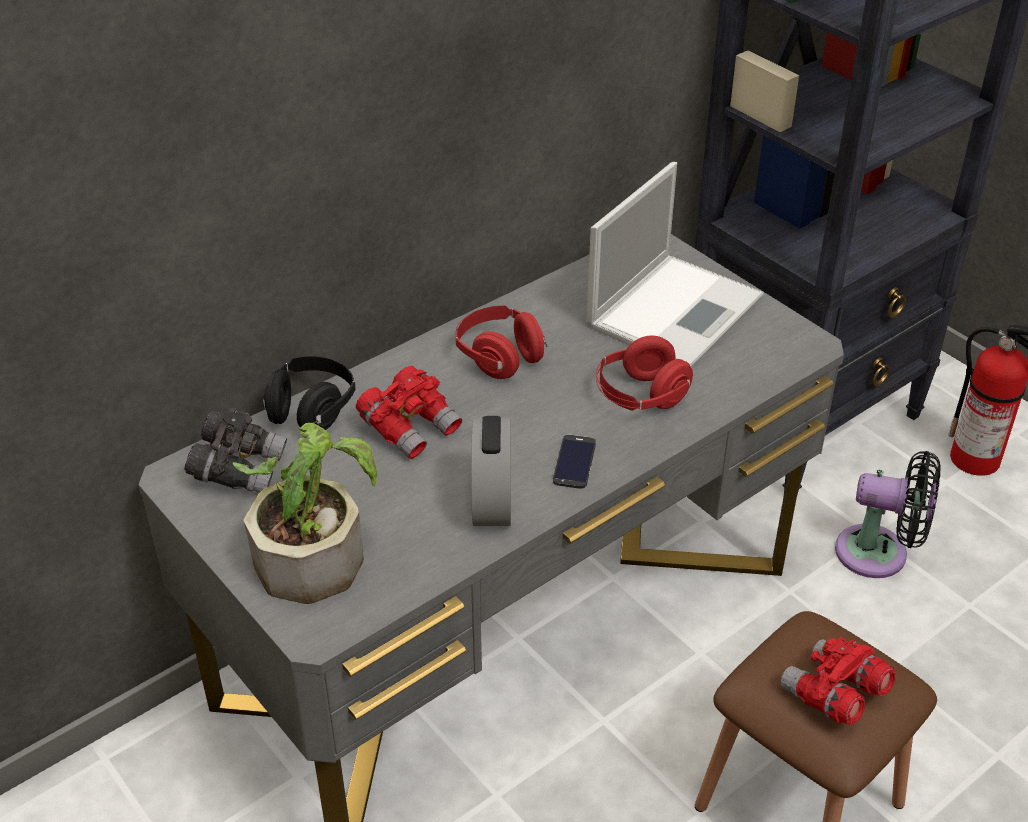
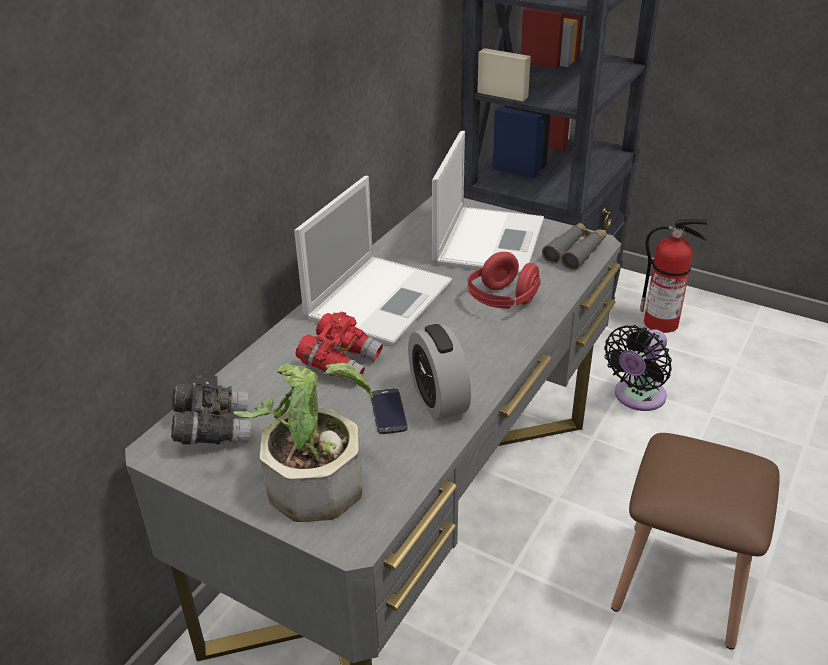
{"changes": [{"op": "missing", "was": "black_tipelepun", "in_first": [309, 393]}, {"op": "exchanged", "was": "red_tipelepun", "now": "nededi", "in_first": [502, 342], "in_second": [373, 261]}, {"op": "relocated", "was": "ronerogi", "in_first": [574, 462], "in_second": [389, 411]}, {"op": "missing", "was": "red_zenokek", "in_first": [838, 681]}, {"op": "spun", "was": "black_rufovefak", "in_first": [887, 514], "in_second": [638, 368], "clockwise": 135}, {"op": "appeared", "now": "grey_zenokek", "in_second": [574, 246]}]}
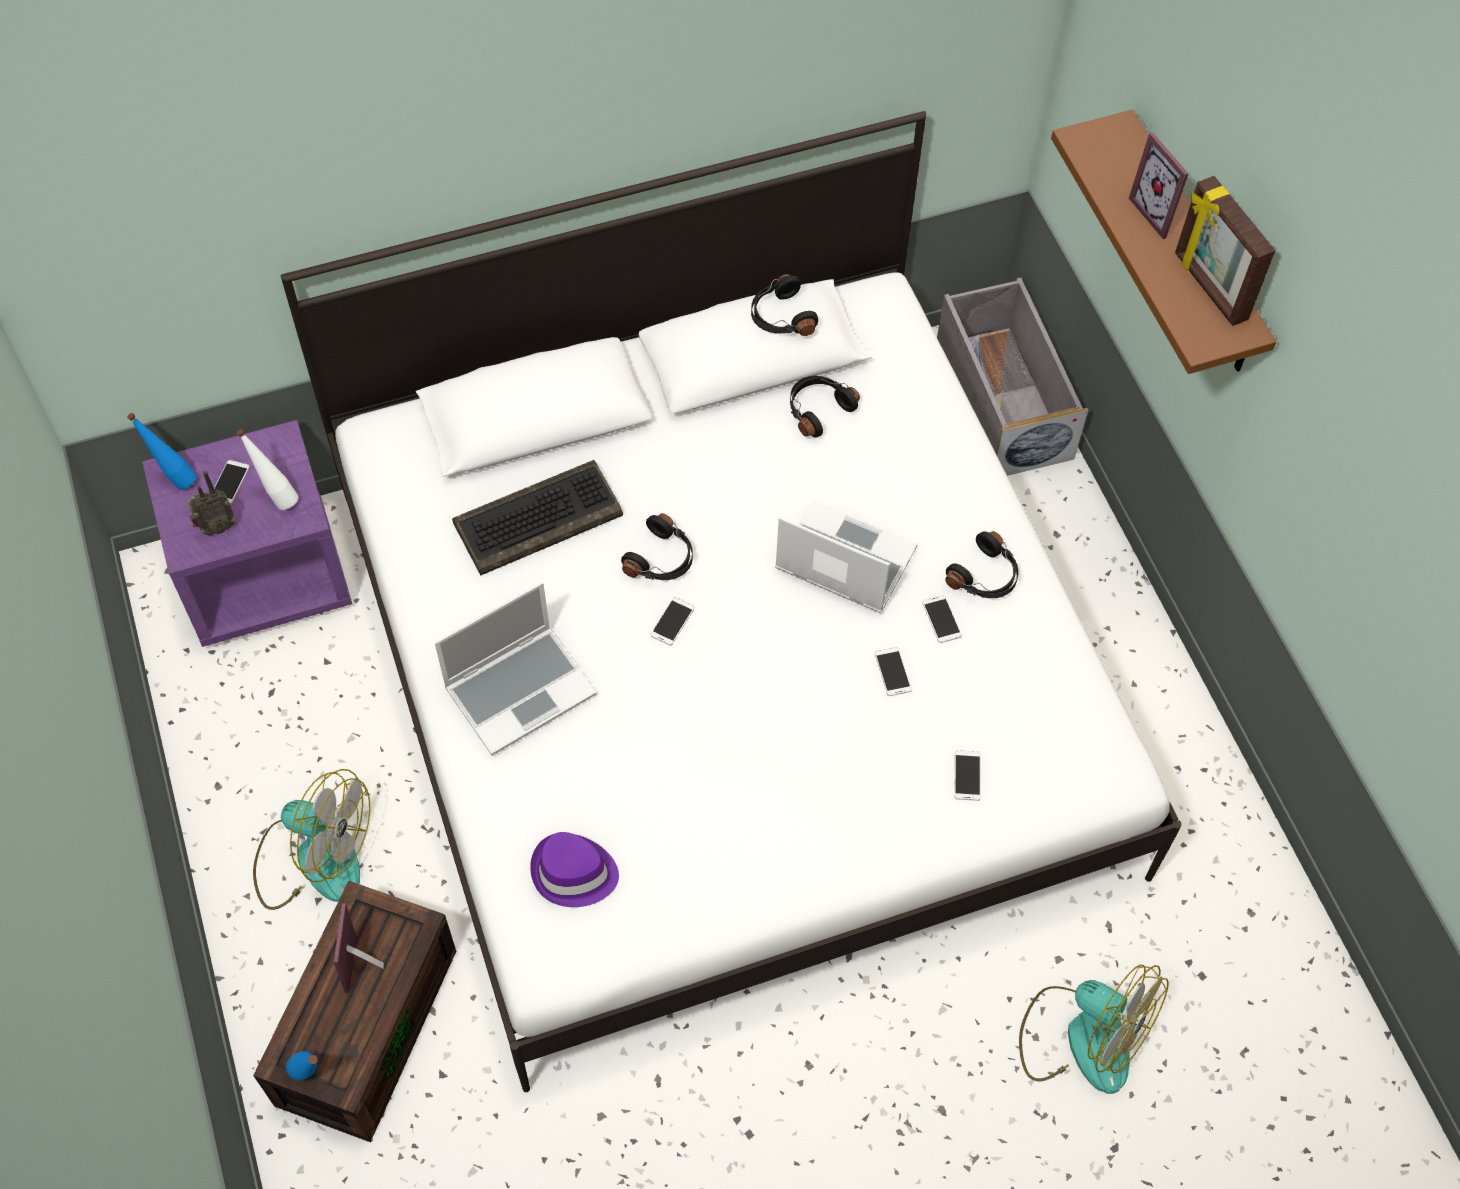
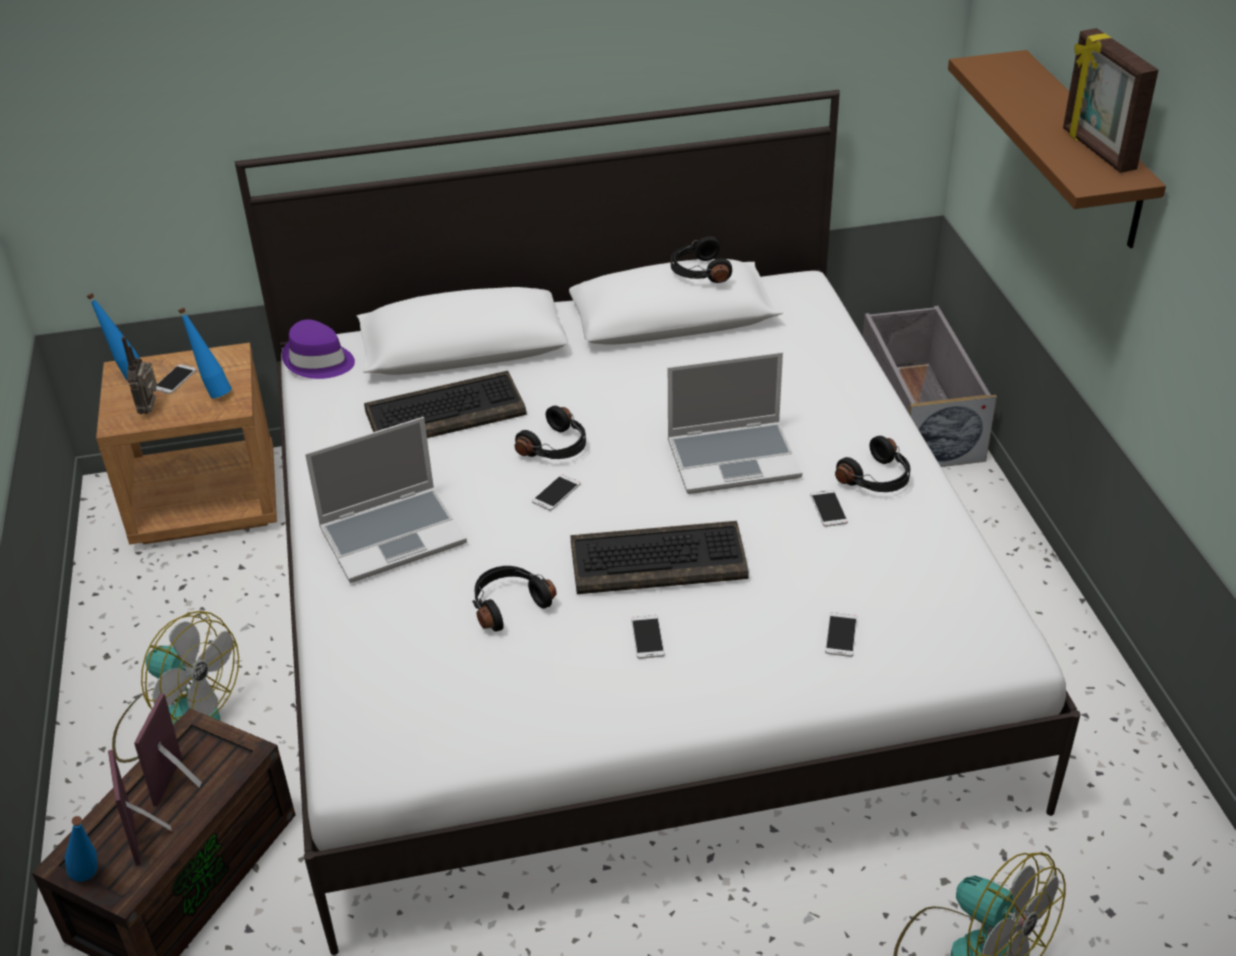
{"changes": [{"op": "colour", "was": "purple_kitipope", "now": "brown_kitipope", "in_first": [247, 533], "in_second": [186, 444]}, {"op": "spun", "was": "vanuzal", "in_first": [211, 503], "in_second": [139, 375], "clockwise": 105}, {"op": "colour", "was": "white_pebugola", "now": "blue_pebugola", "in_first": [267, 469], "in_second": [205, 353]}, {"op": "relocated", "was": "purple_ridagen", "in_first": [574, 869], "in_second": [318, 349]}, {"op": "spun", "was": "nededi", "in_first": [846, 556], "in_second": [735, 423], "clockwise": 135}, {"op": "relocated", "was": "black_tipelepun", "in_first": [825, 407], "in_second": [514, 599]}, {"op": "relocated", "was": "ronerogi", "in_first": [893, 671], "in_second": [648, 637]}, {"op": "relocated", "was": "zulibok", "in_first": [1158, 185], "in_second": [140, 808]}, {"op": "appeared", "now": "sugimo", "in_second": [660, 557]}]}
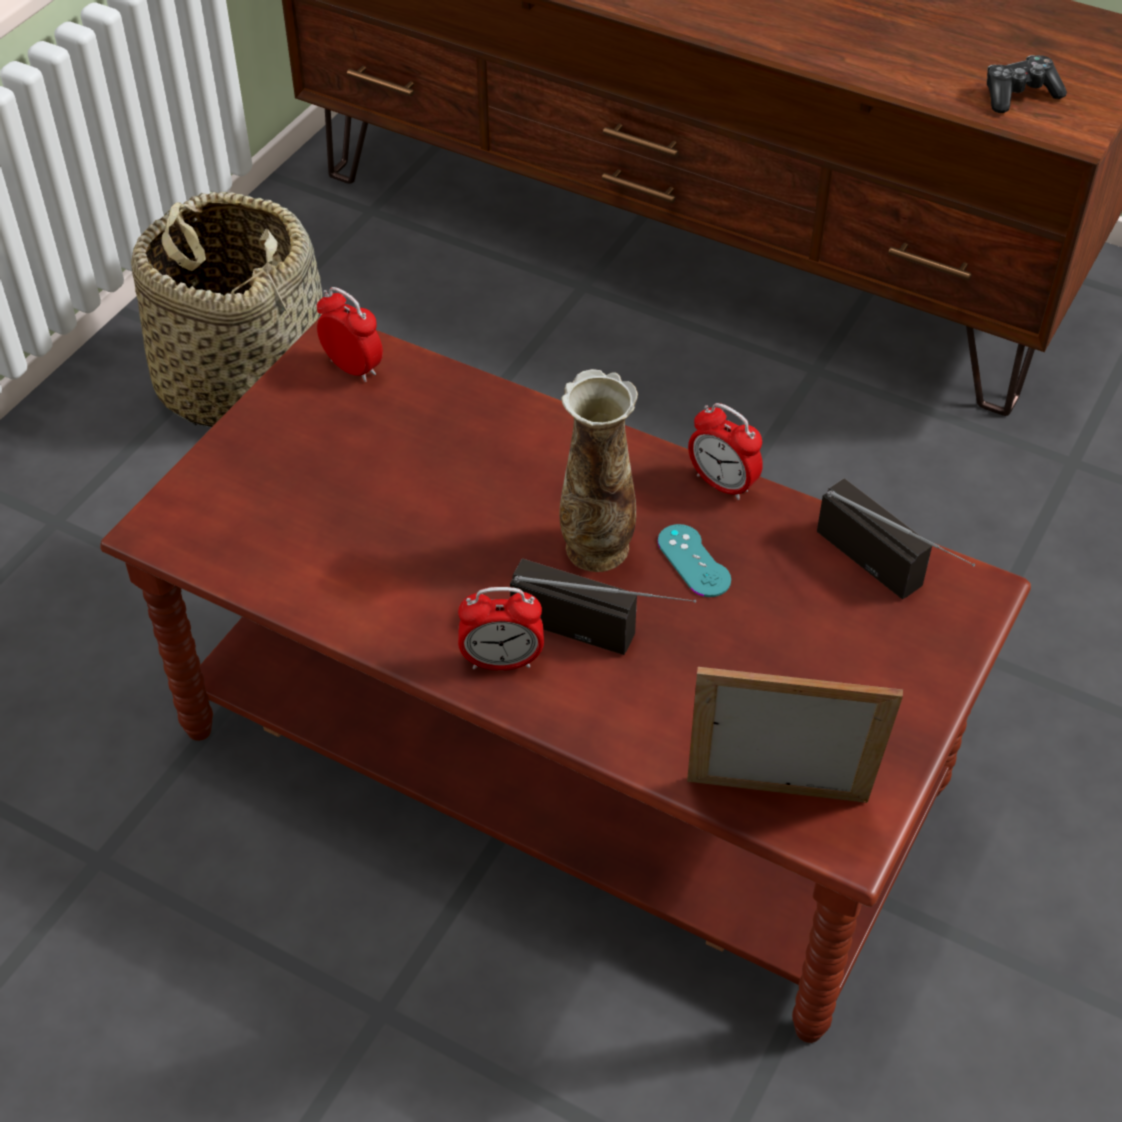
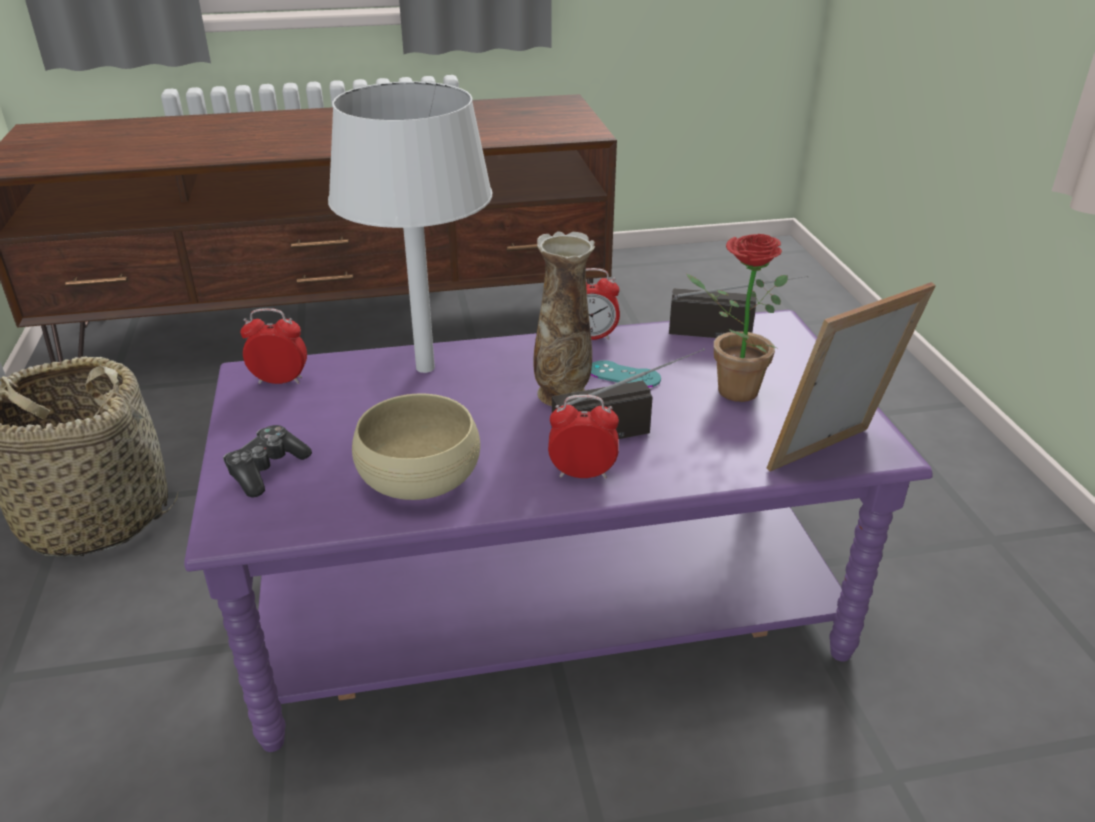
{"changes": [{"op": "colour", "was": "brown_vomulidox", "now": "purple_vomulidox", "in_first": [565, 680], "in_second": [558, 531]}, {"op": "spun", "was": "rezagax", "in_first": [501, 628], "in_second": [583, 437], "clockwise": -135}, {"op": "relocated", "was": "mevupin", "in_first": [1027, 84], "in_second": [267, 461]}, {"op": "appeared", "now": "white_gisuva", "in_second": [410, 227]}, {"op": "appeared", "now": "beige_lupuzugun", "in_second": [416, 447]}, {"op": "appeared", "now": "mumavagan", "in_second": [737, 318]}]}
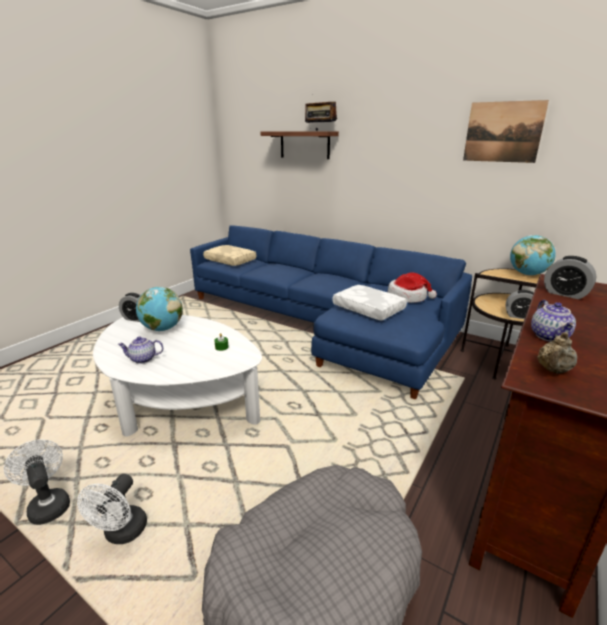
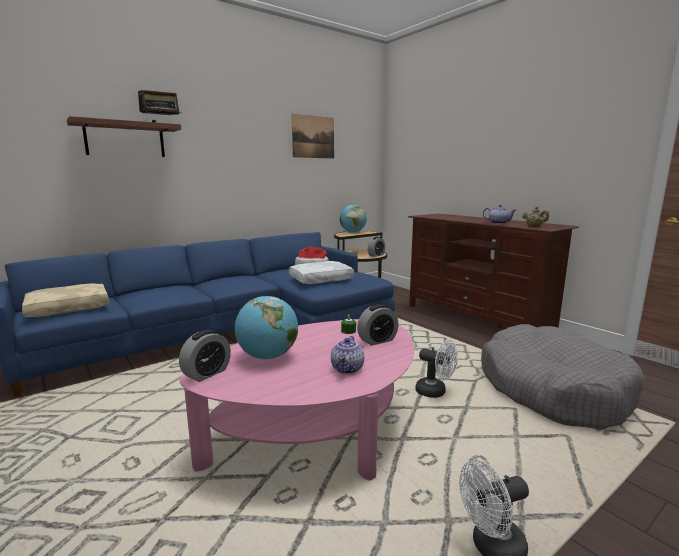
{"changes": [{"op": "relocated", "was": "white_rufovefak", "in_first": [112, 509], "in_second": [437, 369]}, {"op": "colour", "was": "white_vomulidox", "now": "pink_vomulidox", "in_first": [177, 376], "in_second": [297, 400]}, {"op": "relocated", "was": "rezagax", "in_first": [570, 277], "in_second": [378, 325]}]}
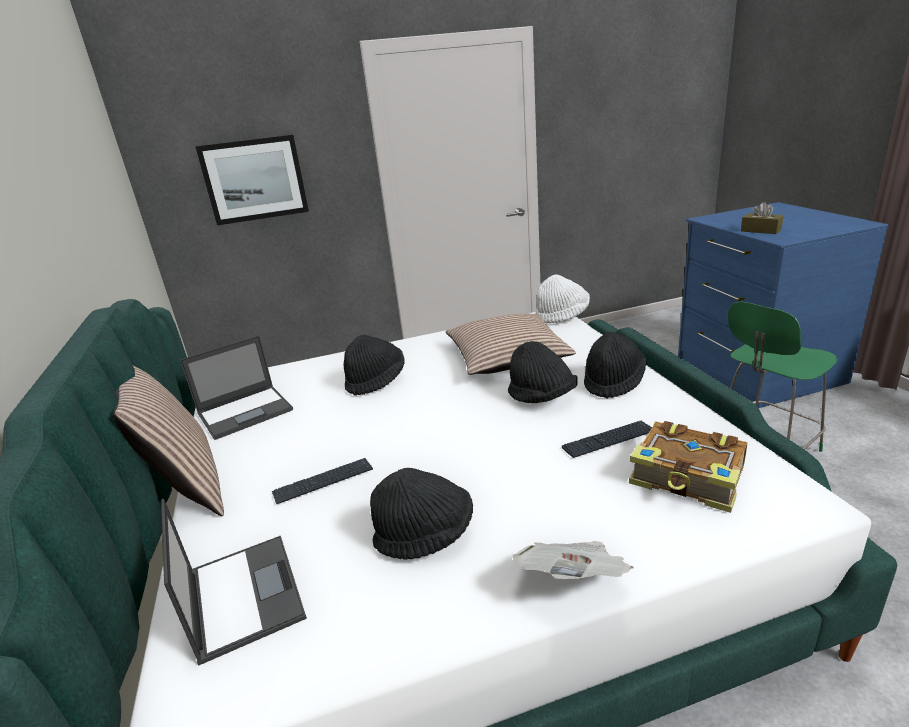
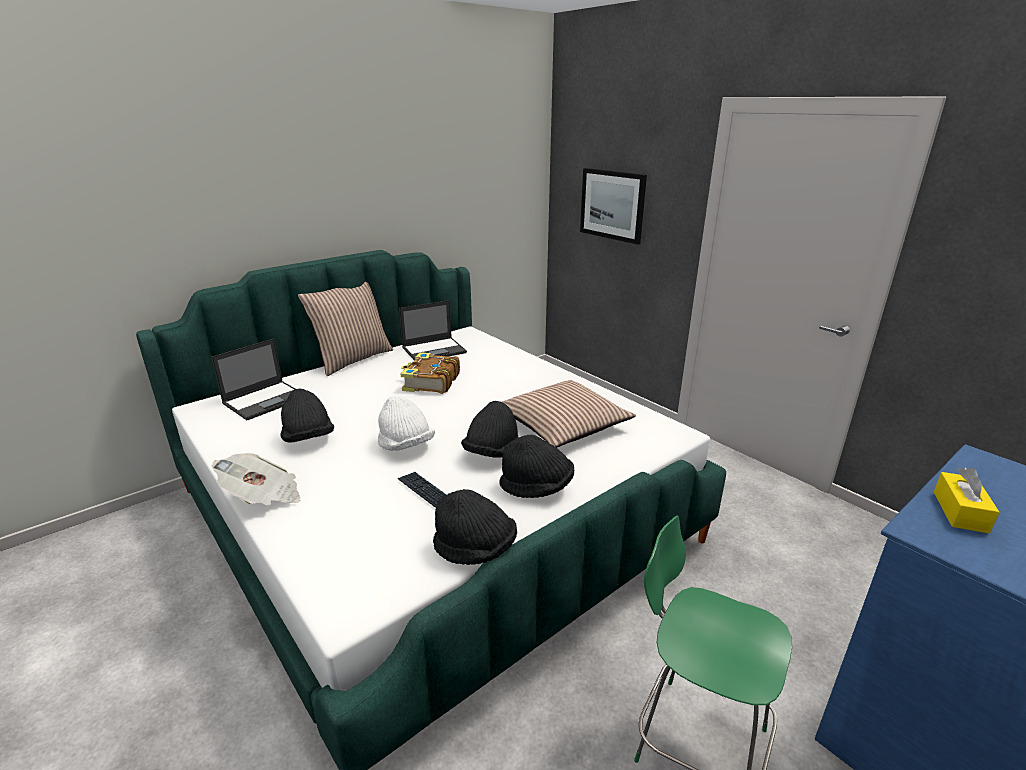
{"changes": [{"op": "spun", "was": "nededi", "in_first": [236, 388], "in_second": [433, 330], "clockwise": -60}, {"op": "missing", "was": "sugimo", "in_first": [322, 481]}, {"op": "relocated", "was": "black_ridagen", "in_first": [373, 365], "in_second": [475, 527]}, {"op": "relocated", "was": "white_ridagen", "in_first": [562, 298], "in_second": [406, 423]}, {"op": "relocated", "was": "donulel", "in_first": [688, 467], "in_second": [430, 373]}, {"op": "colour", "was": "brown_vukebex", "now": "yellow_vukebex", "in_first": [762, 218], "in_second": [967, 501]}]}
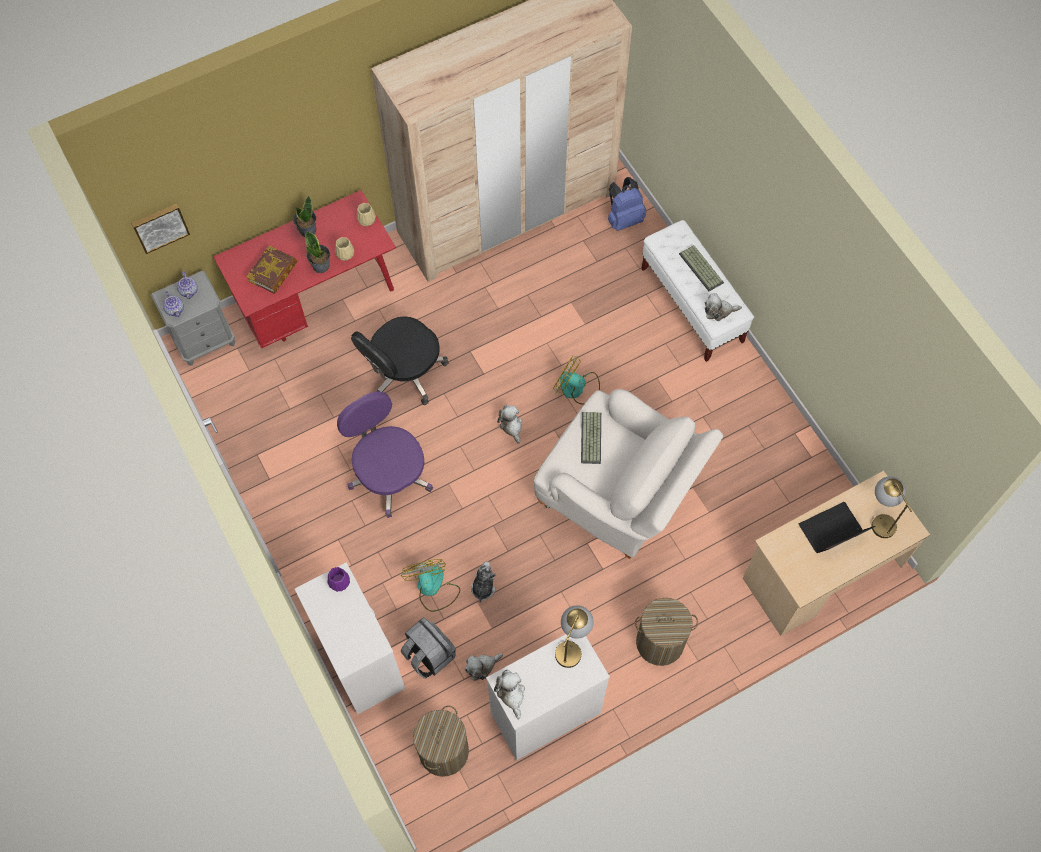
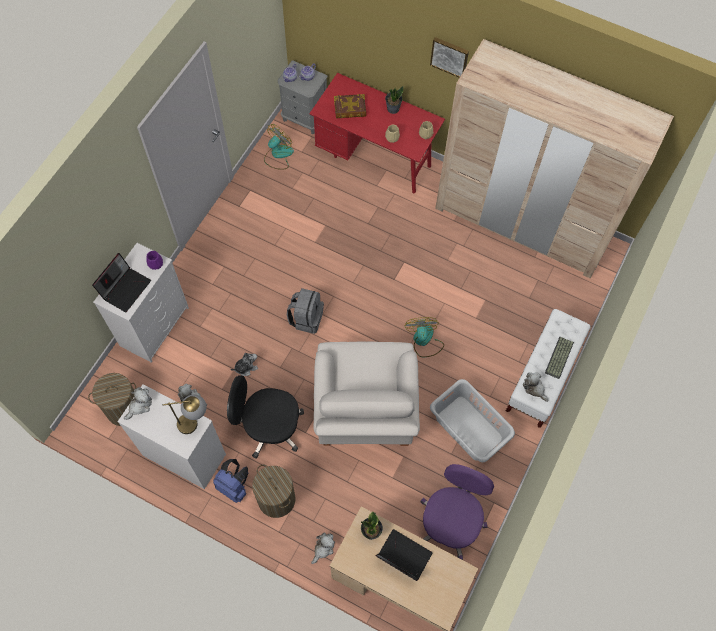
{"changes": [{"op": "relocated", "was": "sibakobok", "in_first": [160, 229], "in_second": [449, 57]}, {"op": "relocated", "was": "mumavagan", "in_first": [317, 252], "in_second": [372, 526]}, {"op": "relocated", "was": "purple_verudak", "in_first": [385, 454], "in_second": [457, 512]}, {"op": "relocated", "was": "black_verudak", "in_first": [400, 360], "in_second": [265, 417]}, {"op": "relocated", "was": "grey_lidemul", "in_first": [428, 648], "in_second": [305, 311]}, {"op": "relocated", "was": "rufovefak", "in_first": [430, 585], "in_second": [279, 147]}, {"op": "relocated", "was": "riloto", "in_first": [509, 424], "in_second": [323, 548]}, {"op": "missing", "was": "sugimo", "in_first": [591, 438]}, {"op": "relocated", "was": "blue_lidemul", "in_first": [627, 204], "in_second": [230, 481]}, {"op": "missing", "was": "gisuva", "in_first": [892, 507]}, {"op": "appeared", "now": "nededi", "in_second": [121, 282]}, {"op": "appeared", "now": "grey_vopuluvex", "in_second": [472, 420]}]}
